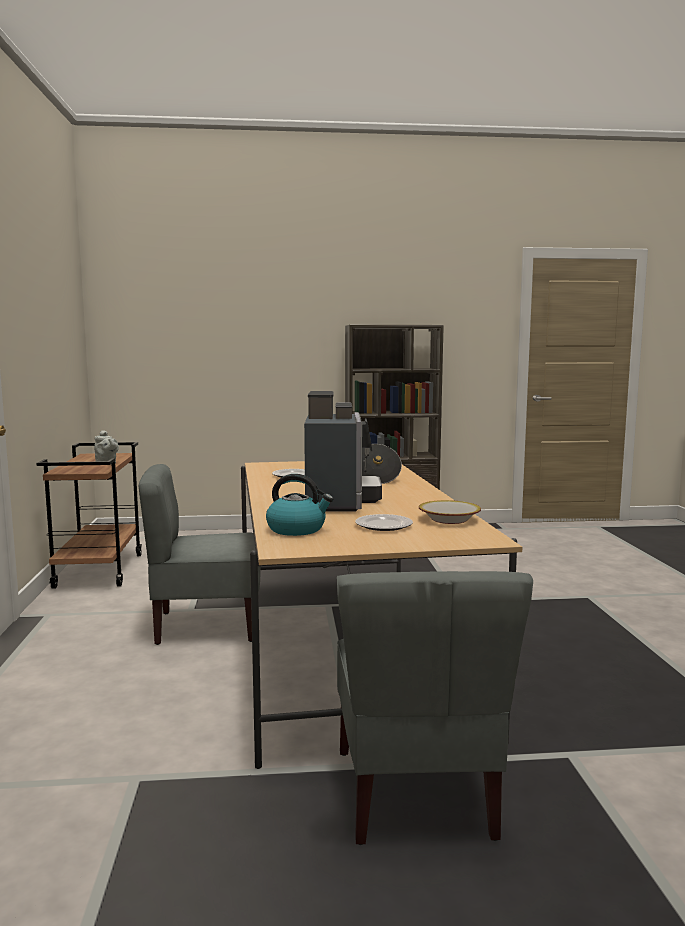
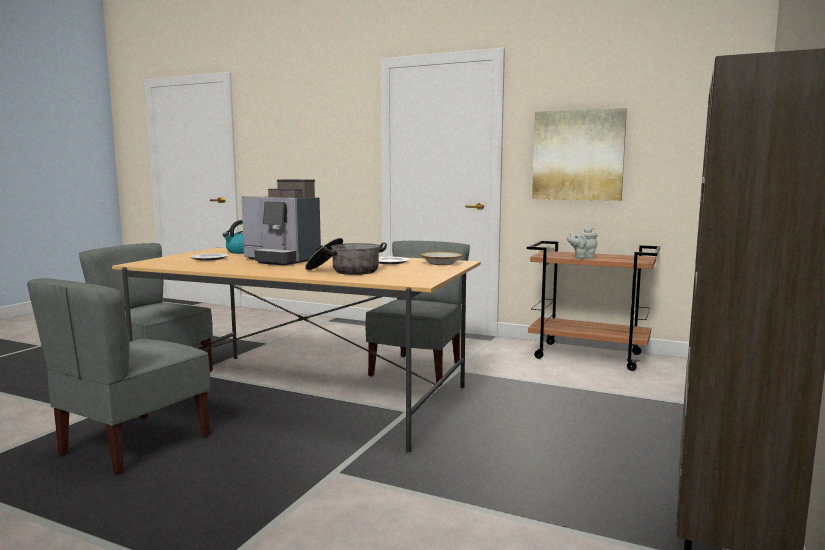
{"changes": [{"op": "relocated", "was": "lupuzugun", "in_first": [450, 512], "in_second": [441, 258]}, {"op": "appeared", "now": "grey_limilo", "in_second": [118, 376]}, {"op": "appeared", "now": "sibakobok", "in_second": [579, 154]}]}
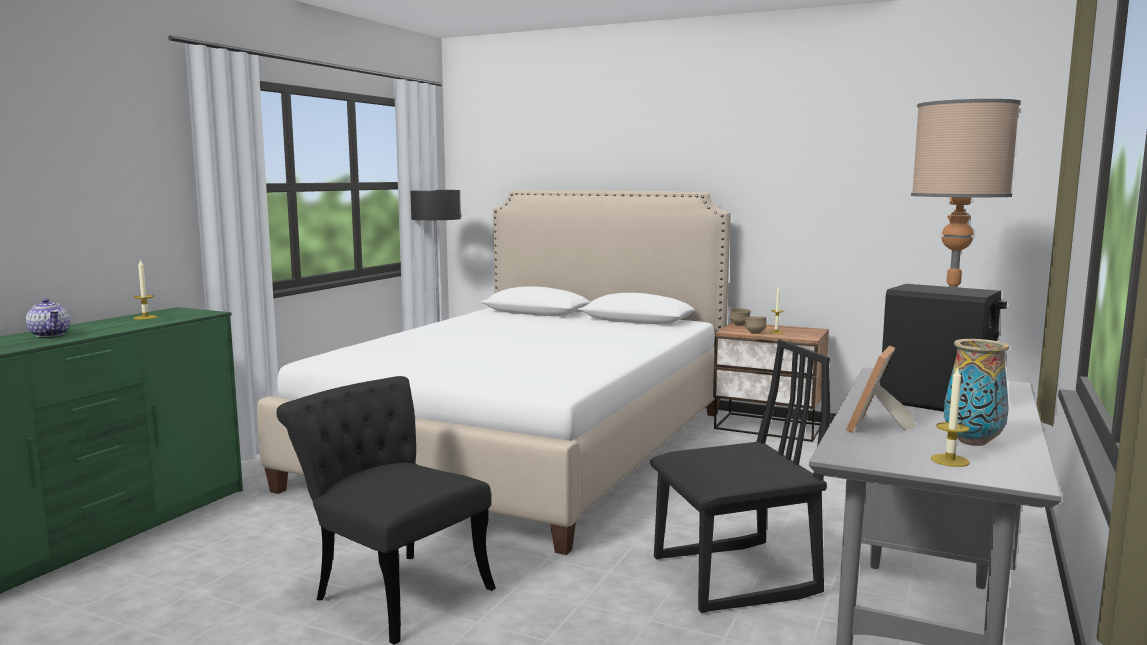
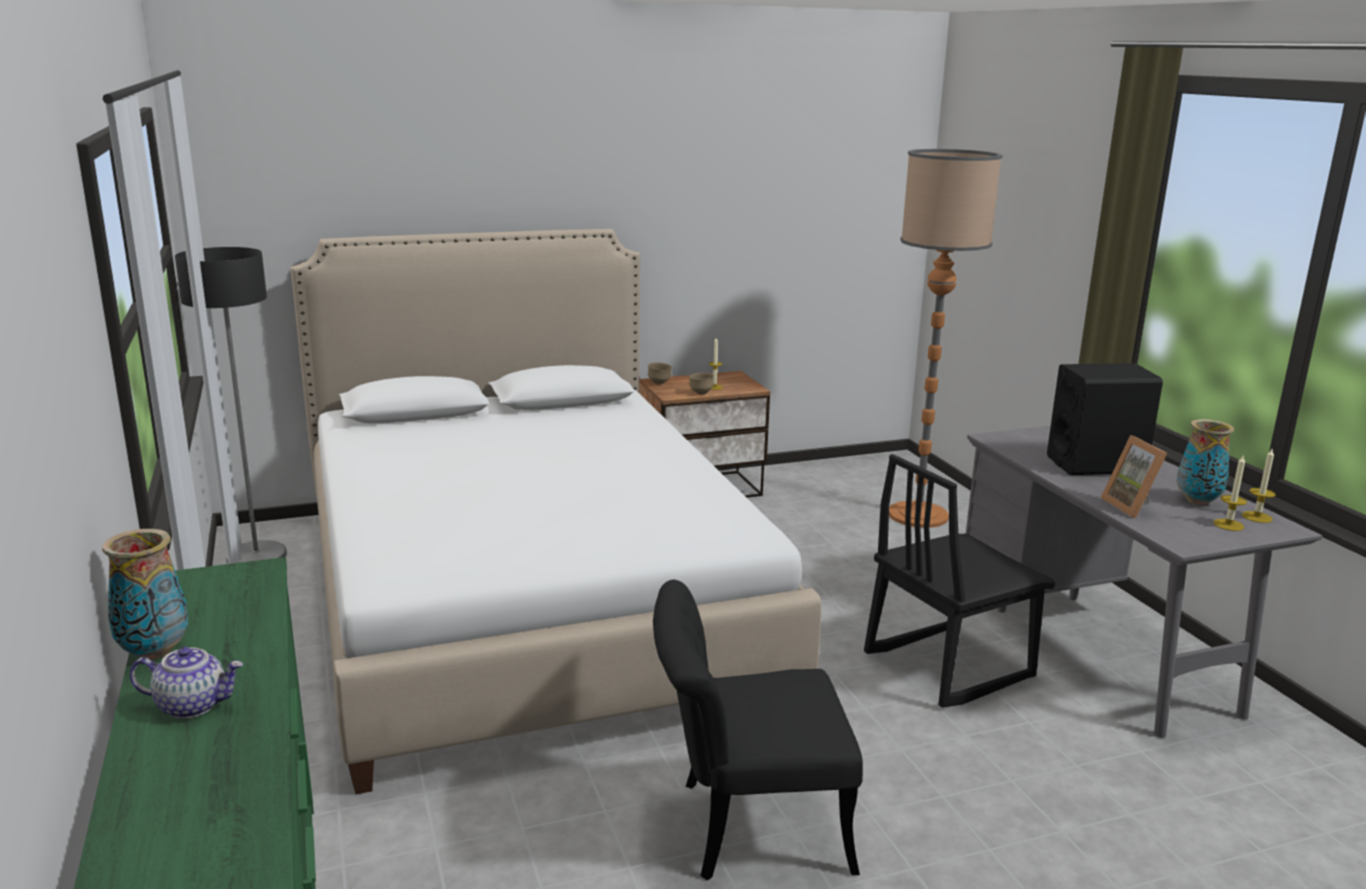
{"changes": [{"op": "relocated", "was": "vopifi", "in_first": [145, 289], "in_second": [1259, 486]}, {"op": "spun", "was": "black_limilo", "in_first": [740, 476], "in_second": [959, 581], "clockwise": -150}, {"op": "appeared", "now": "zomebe", "in_second": [145, 594]}]}
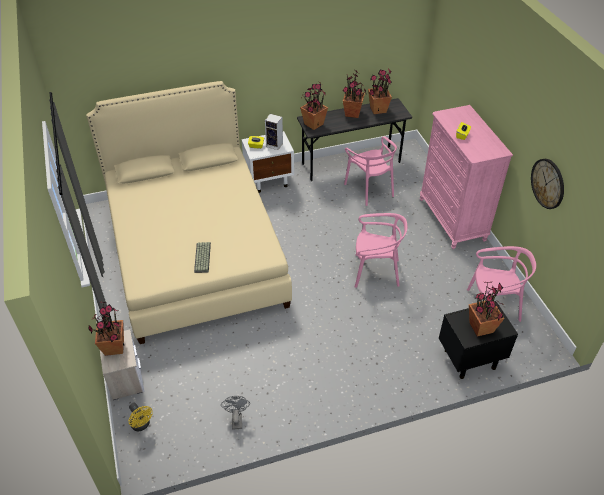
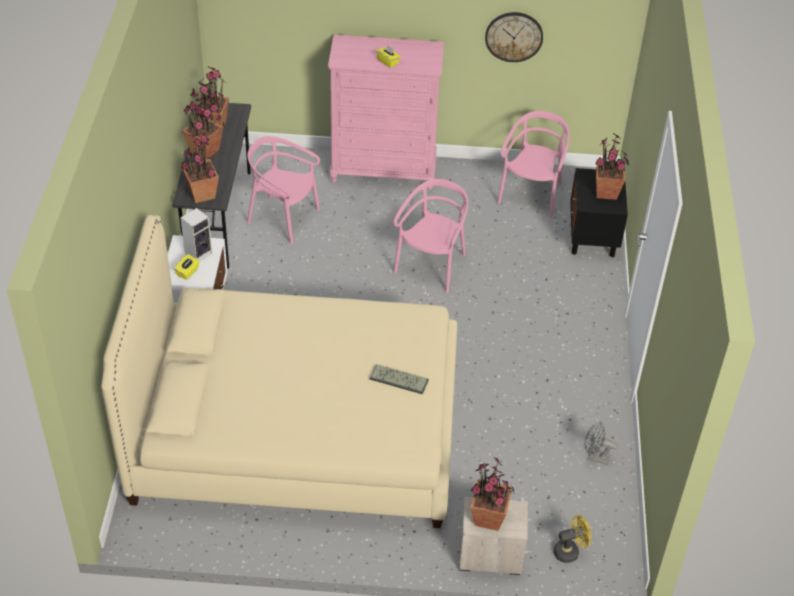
{"changes": [{"op": "spun", "was": "pink_limilo", "in_first": [370, 171], "in_second": [283, 190], "clockwise": -150}]}
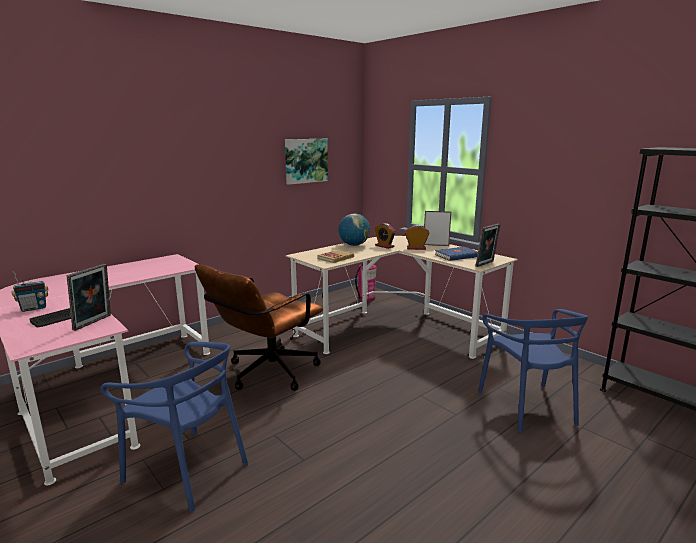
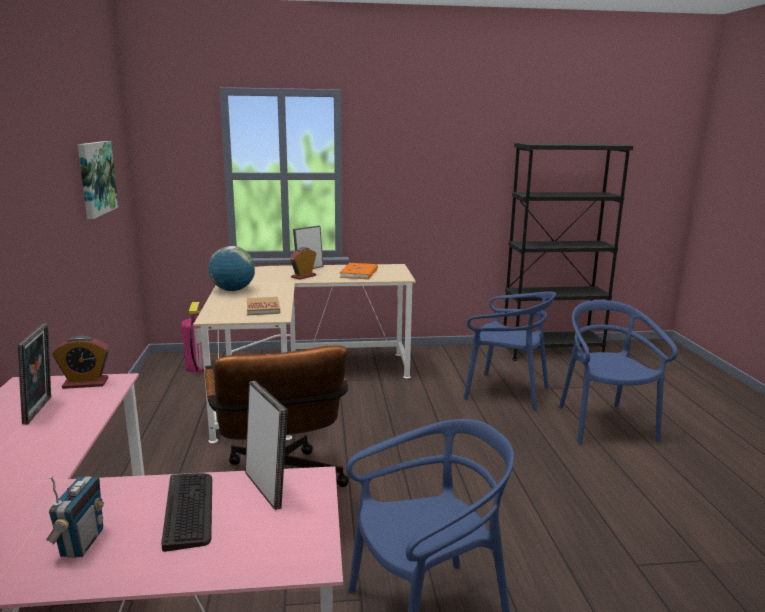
{"changes": [{"op": "relocated", "was": "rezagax", "in_first": [385, 236], "in_second": [81, 362]}, {"op": "colour", "was": "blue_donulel", "now": "orange_donulel", "in_first": [456, 254], "in_second": [358, 271]}, {"op": "relocated", "was": "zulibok", "in_first": [488, 245], "in_second": [34, 374]}, {"op": "appeared", "now": "blue_limilo", "in_second": [618, 372]}]}
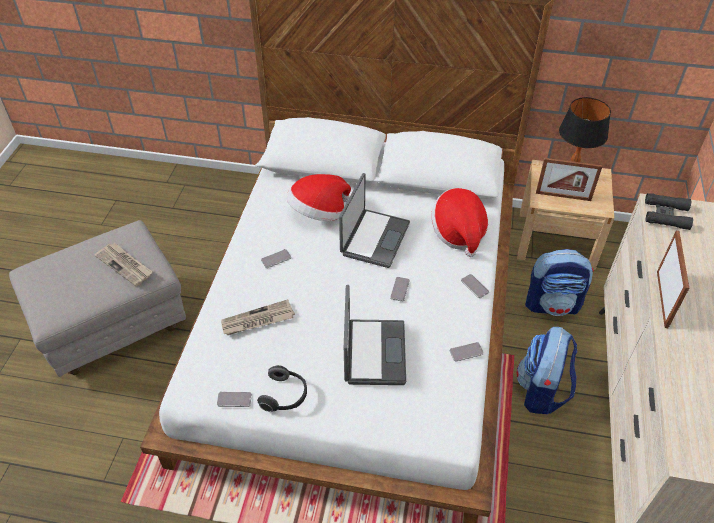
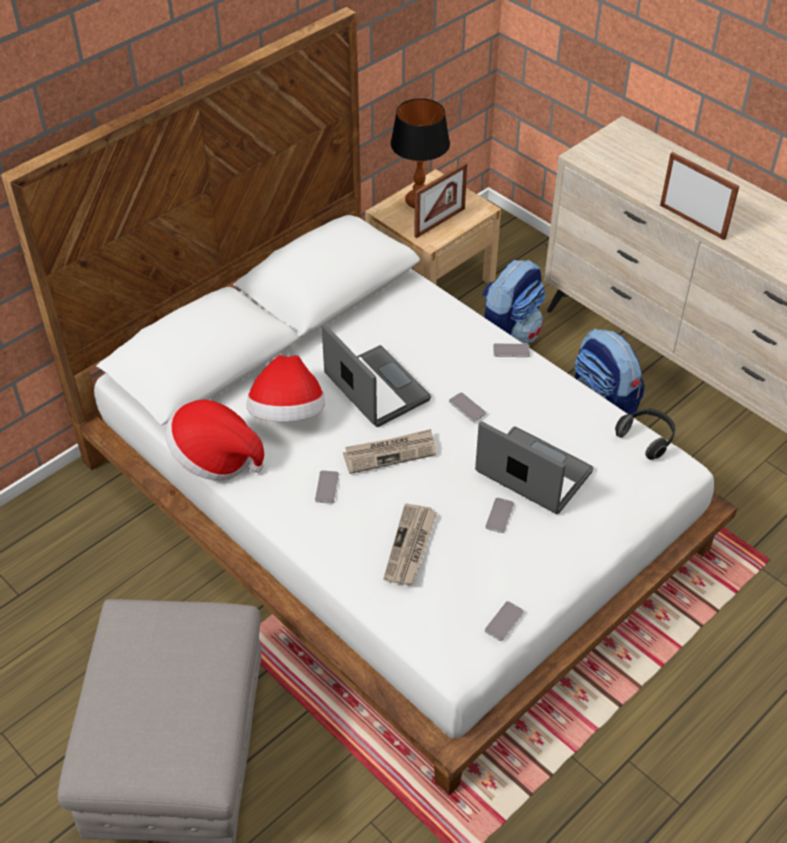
{"changes": [{"op": "relocated", "was": "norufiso", "in_first": [123, 264], "in_second": [389, 451]}, {"op": "relocated", "was": "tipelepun", "in_first": [282, 388], "in_second": [645, 434]}, {"op": "relocated", "was": "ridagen", "in_first": [459, 222], "in_second": [214, 440]}, {"op": "relocated", "was": "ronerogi", "in_first": [467, 351], "in_second": [499, 515]}, {"op": "missing", "was": "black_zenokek", "in_first": [669, 211]}]}
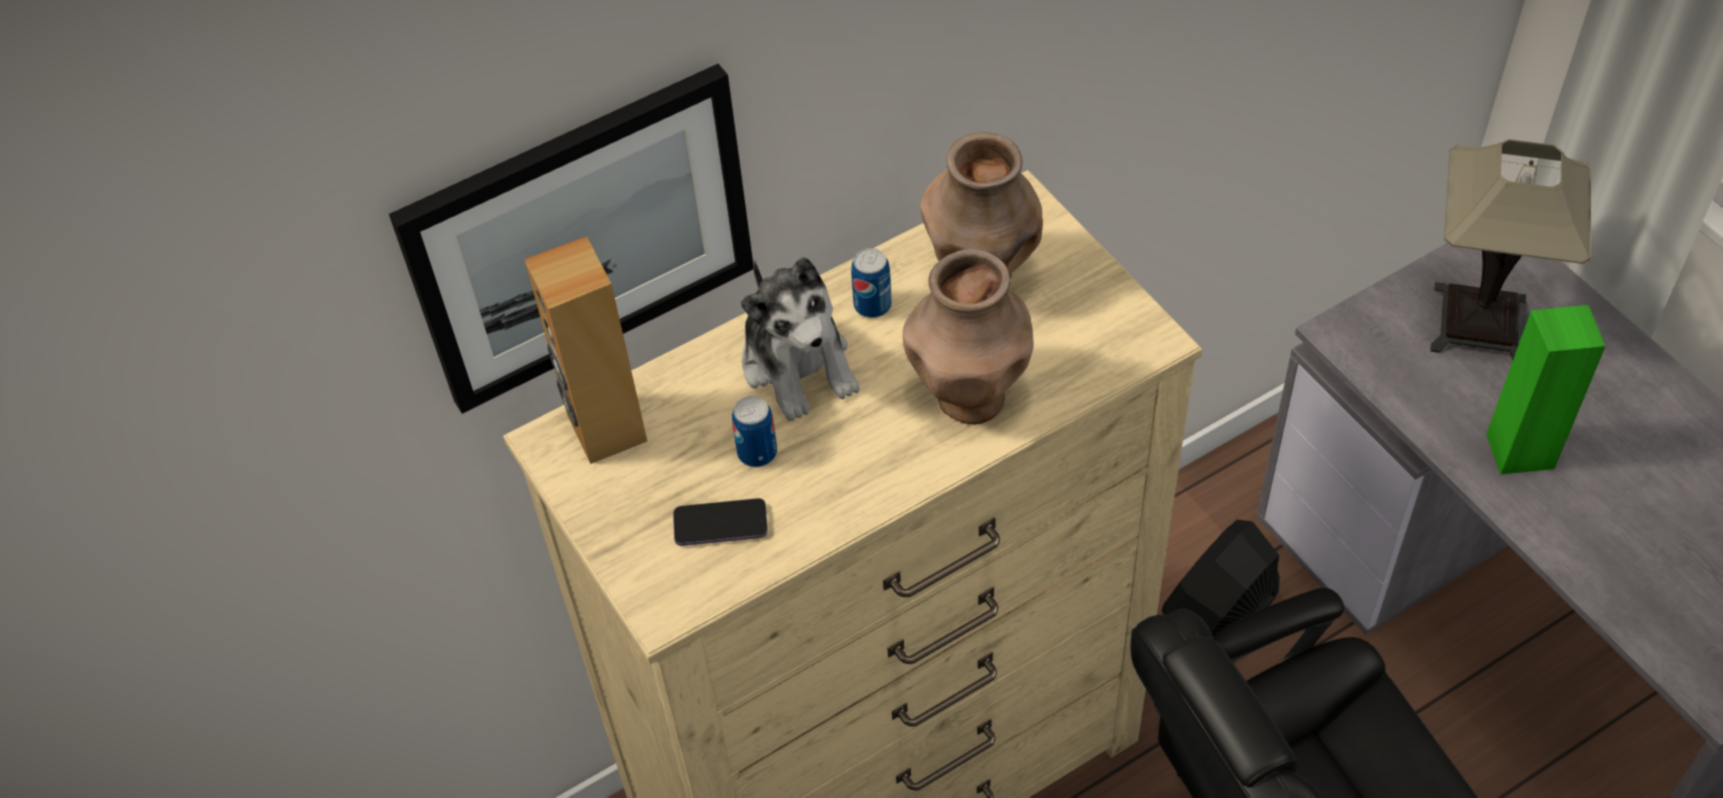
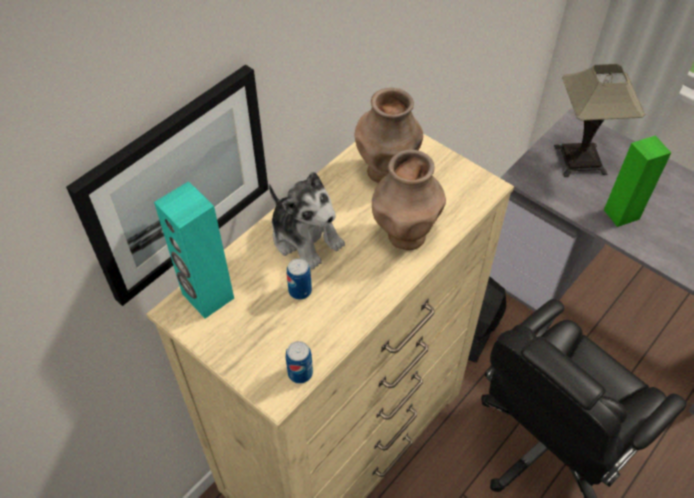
{"changes": [{"op": "colour", "was": "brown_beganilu", "now": "turquoise_beganilu", "in_first": [585, 350], "in_second": [194, 249]}, {"op": "missing", "was": "ronerogi", "in_first": [720, 522]}, {"op": "relocated", "was": "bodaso", "in_first": [871, 283], "in_second": [299, 362]}]}
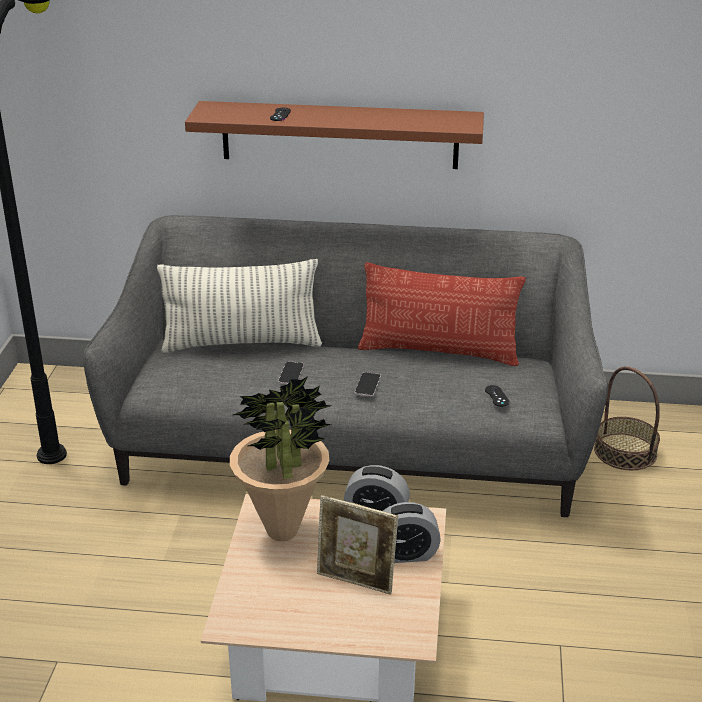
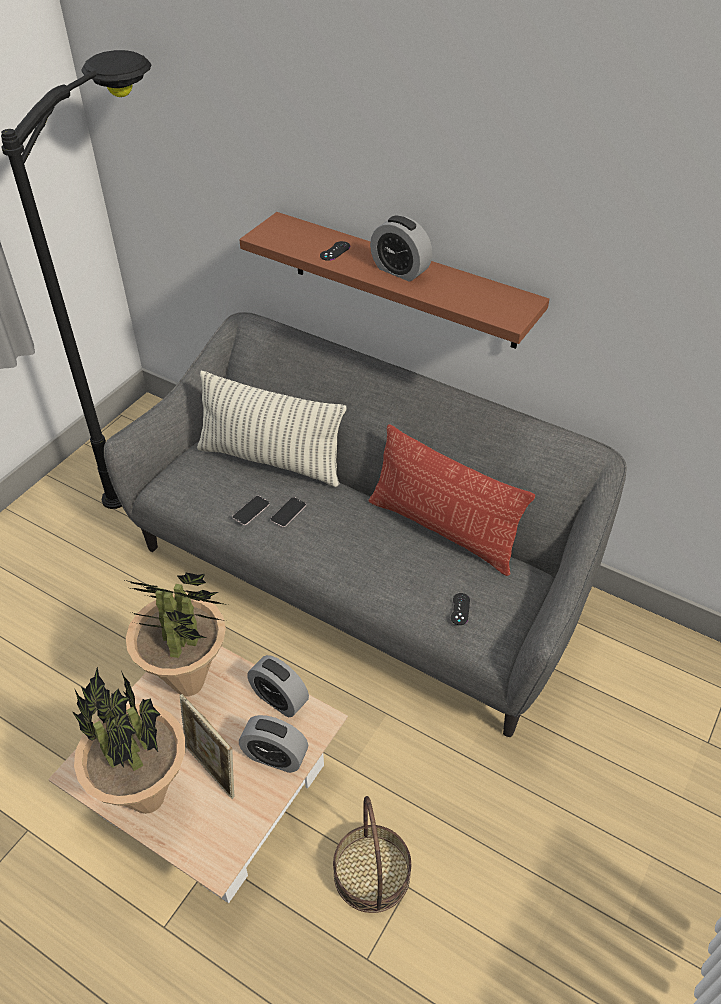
{"changes": [{"op": "relocated", "was": "ronerogi", "in_first": [368, 384], "in_second": [251, 510]}, {"op": "relocated", "was": "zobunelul", "in_first": [627, 418], "in_second": [372, 854]}, {"op": "appeared", "now": "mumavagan", "in_second": [128, 740]}, {"op": "appeared", "now": "rezagax", "in_second": [401, 249]}]}
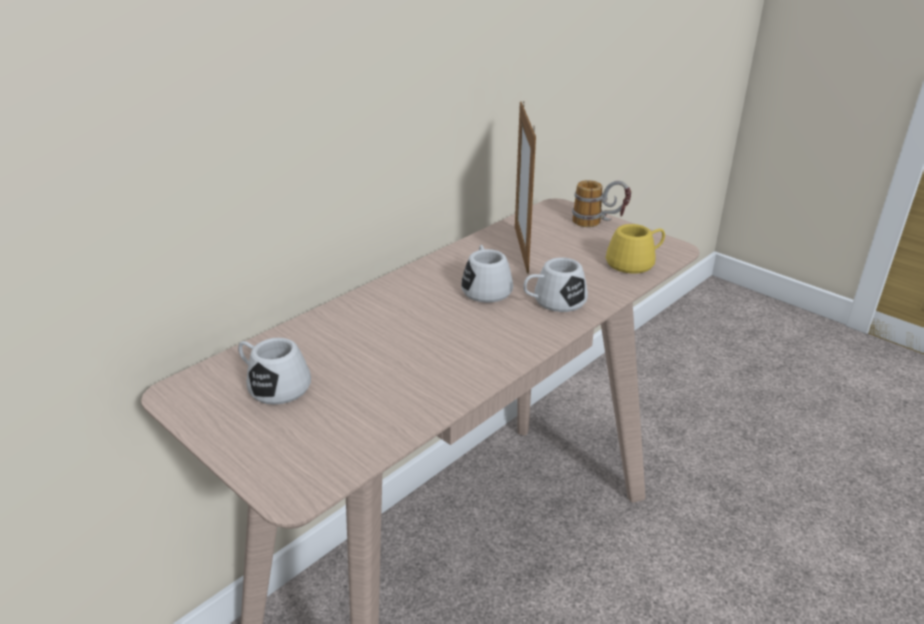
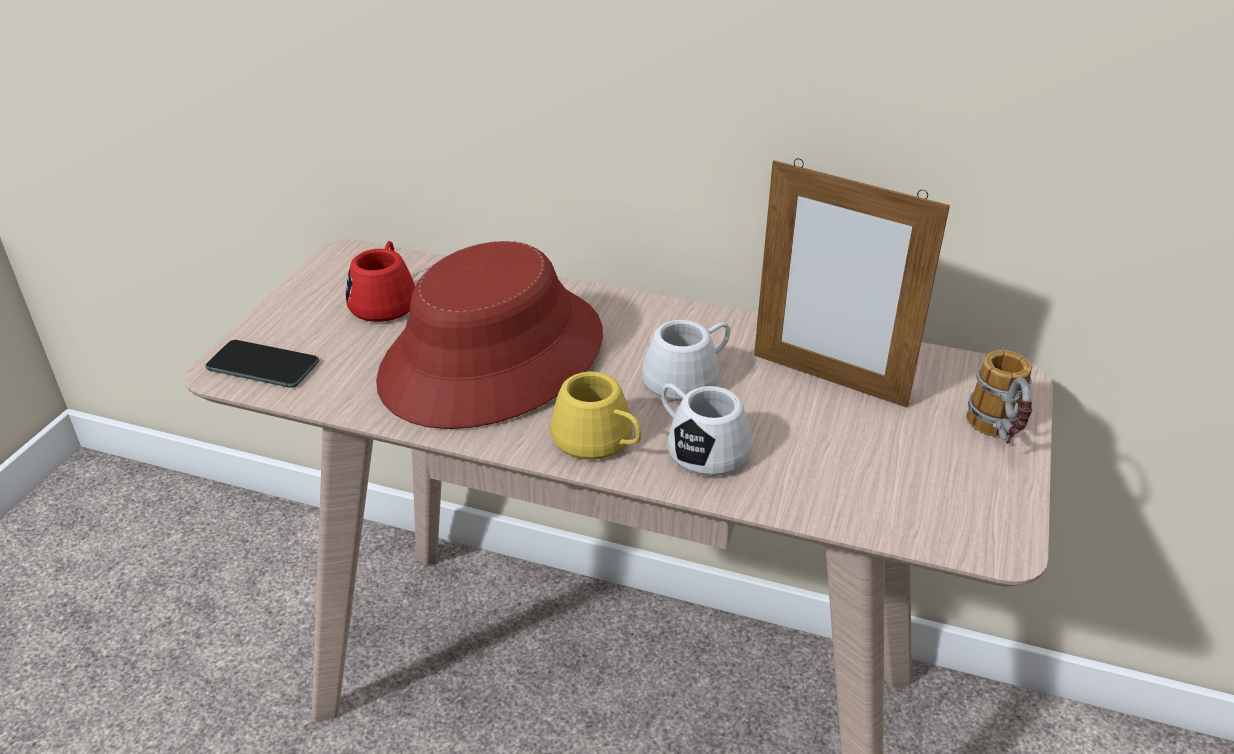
{"changes": [{"op": "colour", "was": "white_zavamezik", "now": "red_zavamezik", "in_first": [274, 371], "in_second": [380, 281]}, {"op": "spun", "was": "zulibok", "in_first": [525, 187], "in_second": [852, 283], "clockwise": -120}, {"op": "relocated", "was": "yellow_zavamezik", "in_first": [635, 248], "in_second": [595, 416]}, {"op": "appeared", "now": "ronerogi", "in_second": [262, 364]}, {"op": "appeared", "now": "red_ridagen", "in_second": [489, 335]}]}
